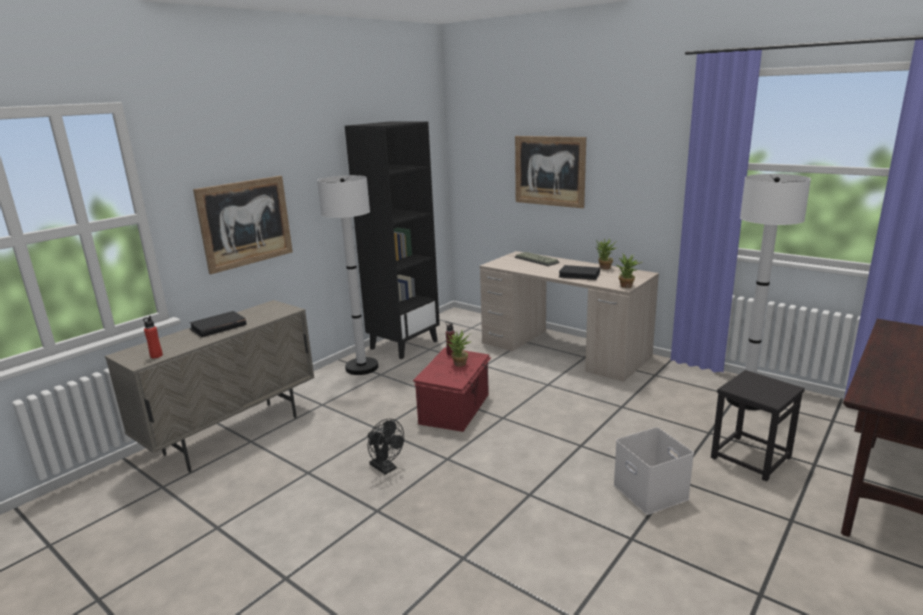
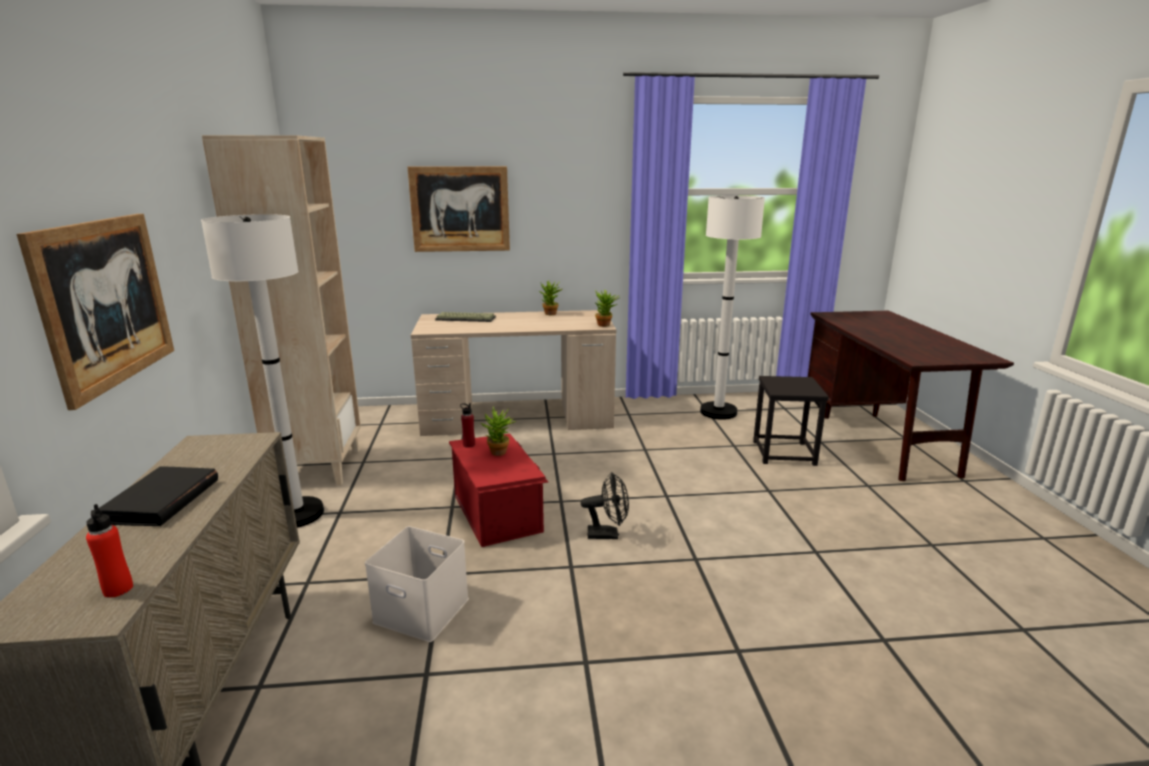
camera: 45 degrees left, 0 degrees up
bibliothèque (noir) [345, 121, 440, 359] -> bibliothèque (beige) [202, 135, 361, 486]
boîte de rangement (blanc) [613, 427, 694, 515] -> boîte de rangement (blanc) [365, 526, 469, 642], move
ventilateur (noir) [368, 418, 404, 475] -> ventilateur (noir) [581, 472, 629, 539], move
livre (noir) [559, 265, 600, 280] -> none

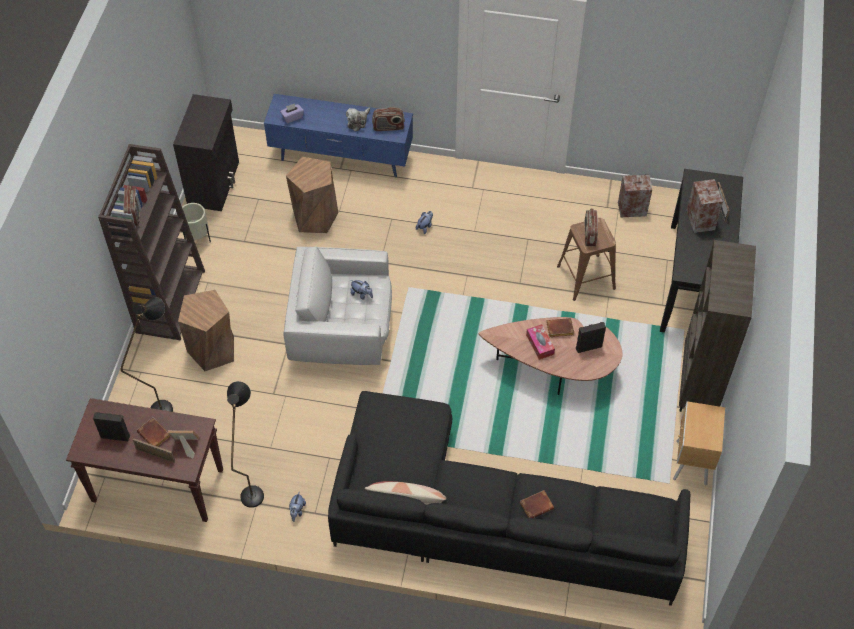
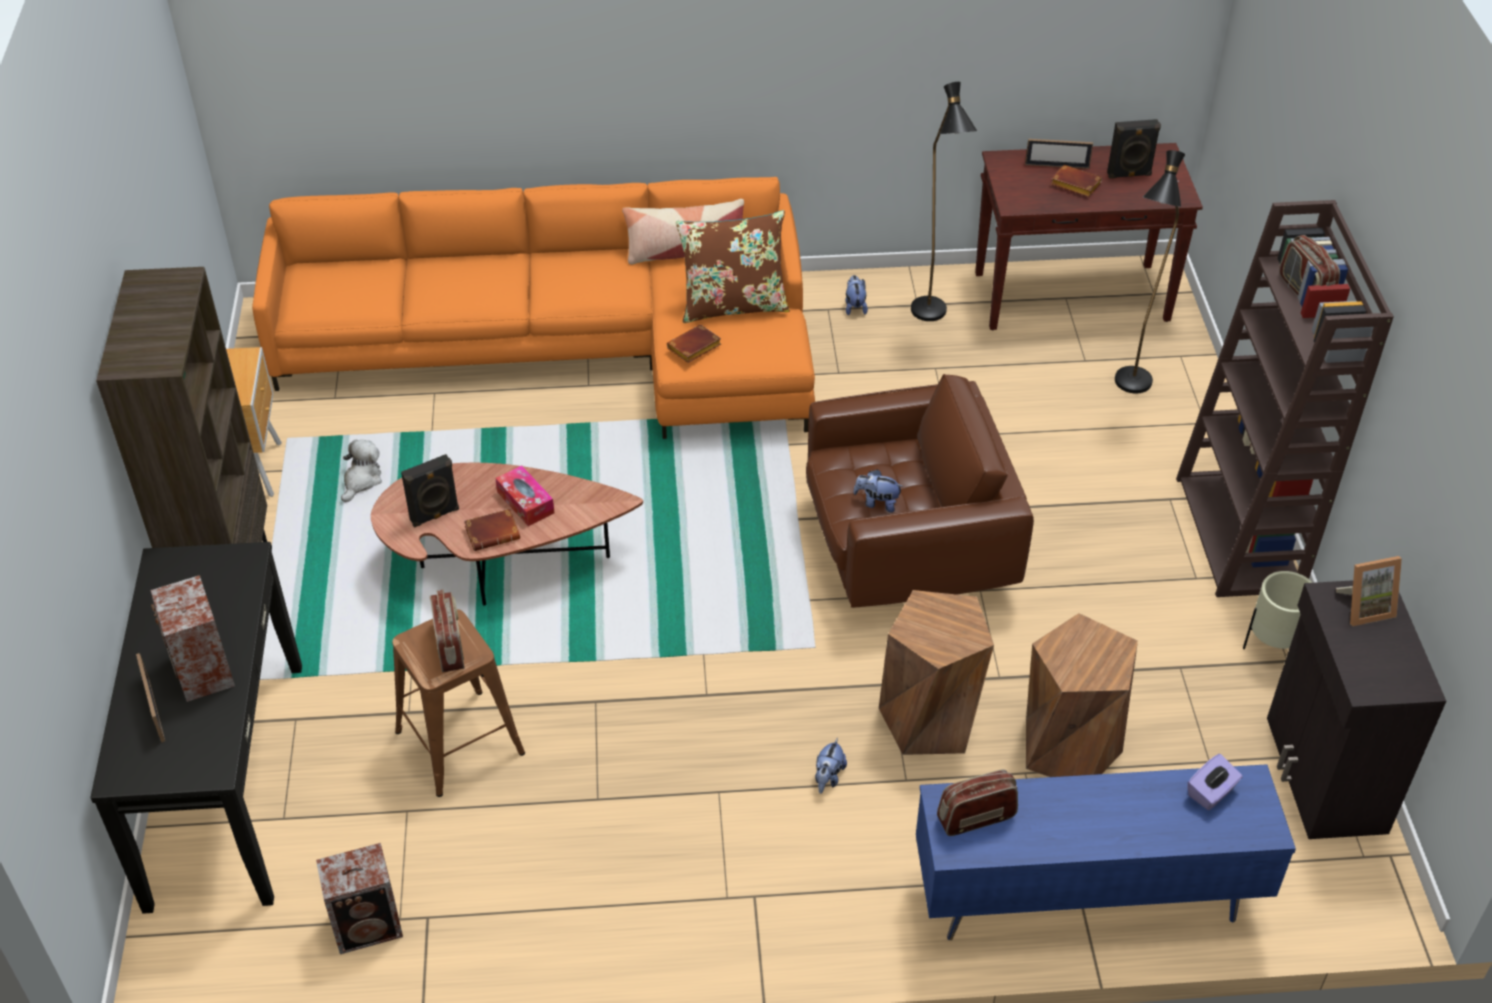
camera: 165 degrees right, 10 degrees down
canapé (noir) [328, 391, 690, 606] -> canapé (orange) [252, 177, 815, 439]
peluche [346, 108, 370, 131] -> peluche [341, 440, 382, 502], move
livre (marron) [520, 490, 554, 518] -> livre (marron) [667, 324, 721, 363], move
none -> coussin (marron) [676, 210, 790, 323]
fauteuil (blanc) [283, 247, 392, 365] -> fauteuil (marron) [806, 374, 1034, 608]
tabouret (marron) [178, 290, 234, 371] -> tabouret (marron) [879, 590, 994, 755], move
cadre photo [168, 430, 199, 459] -> cadre photo [1336, 556, 1402, 626], move

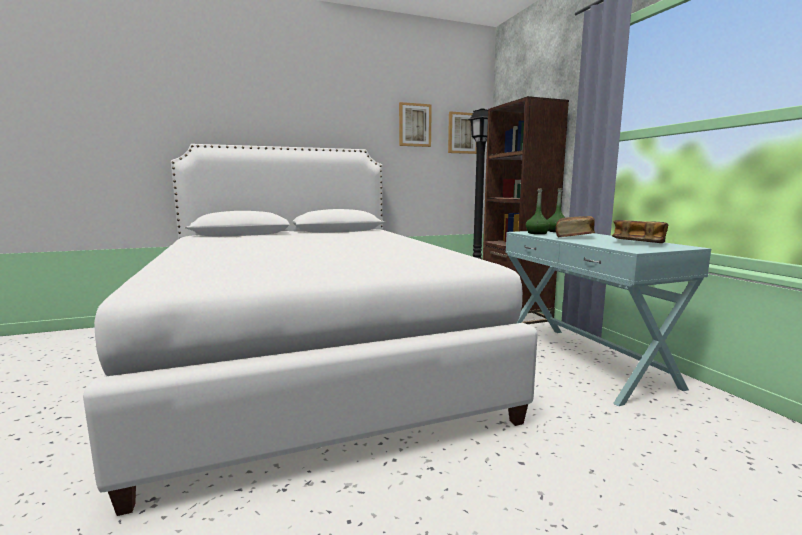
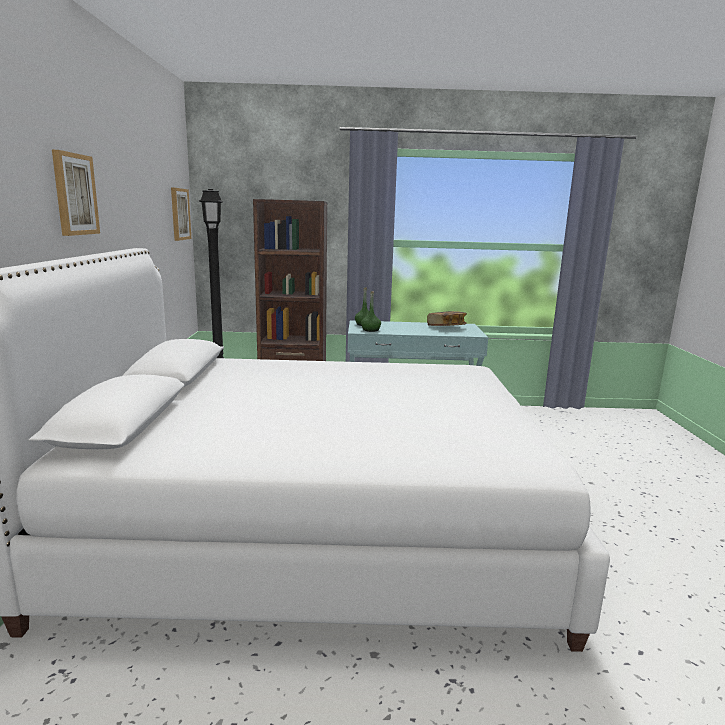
camera: 70 degrees left, 5 degrees up
tableau [399, 102, 432, 147] -> tableau [52, 150, 100, 236], move
livre [555, 216, 595, 237] -> none

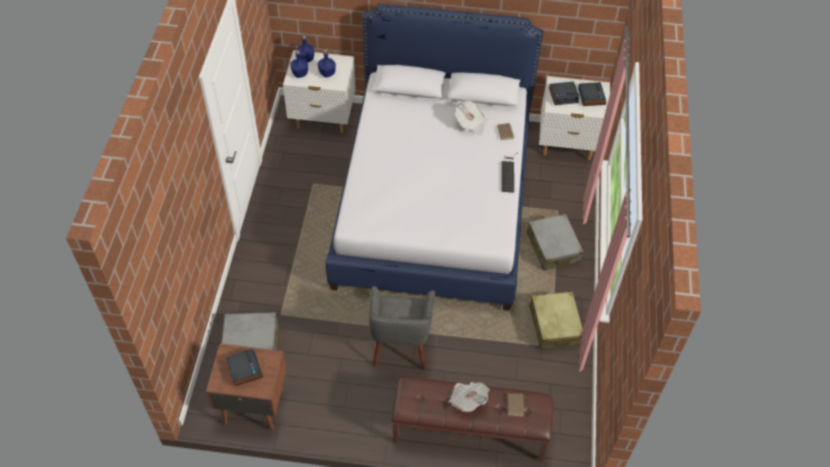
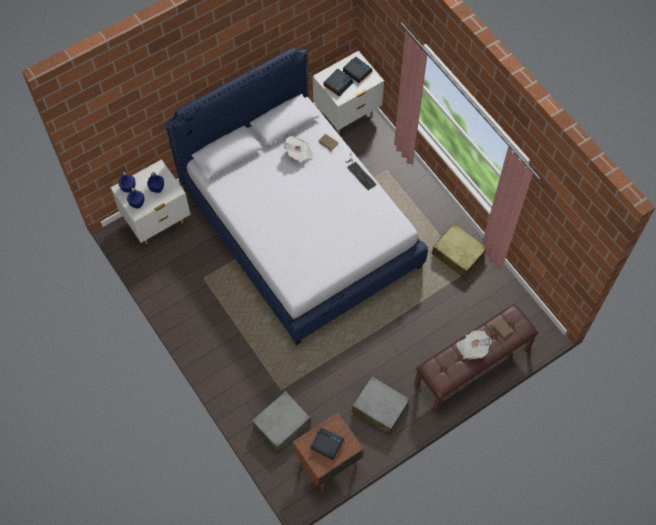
camera: 40 degrees left, 10 degrees up
valise (gris) [527, 214, 584, 271] -> valise (gris) [352, 376, 410, 435], move
fauteuil (gris) [369, 286, 435, 370] -> none

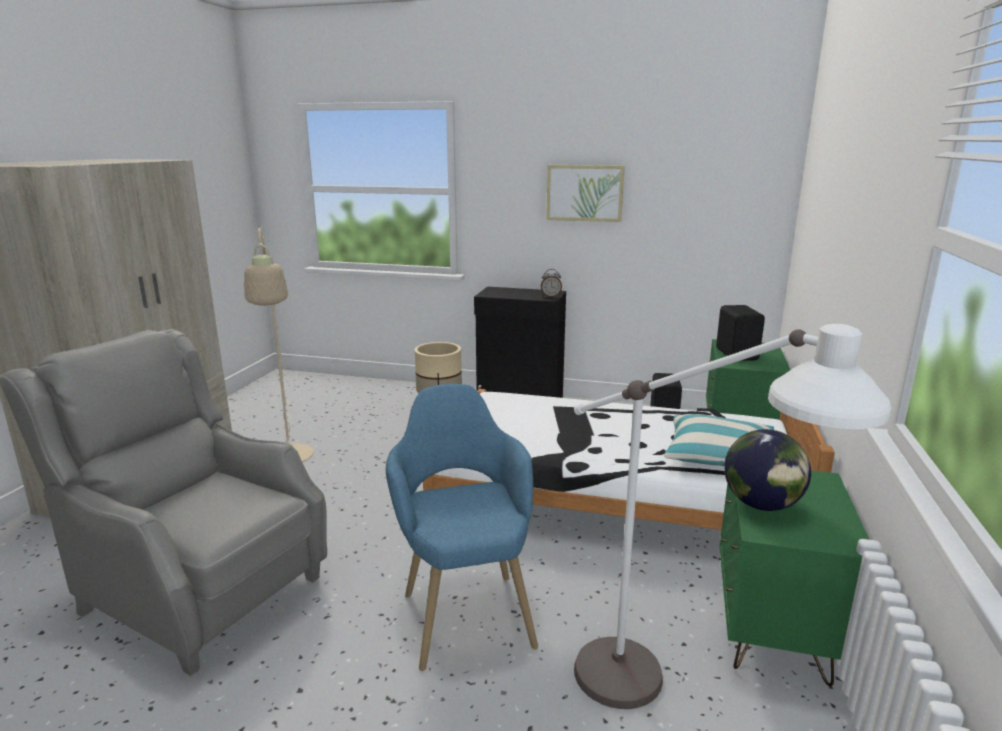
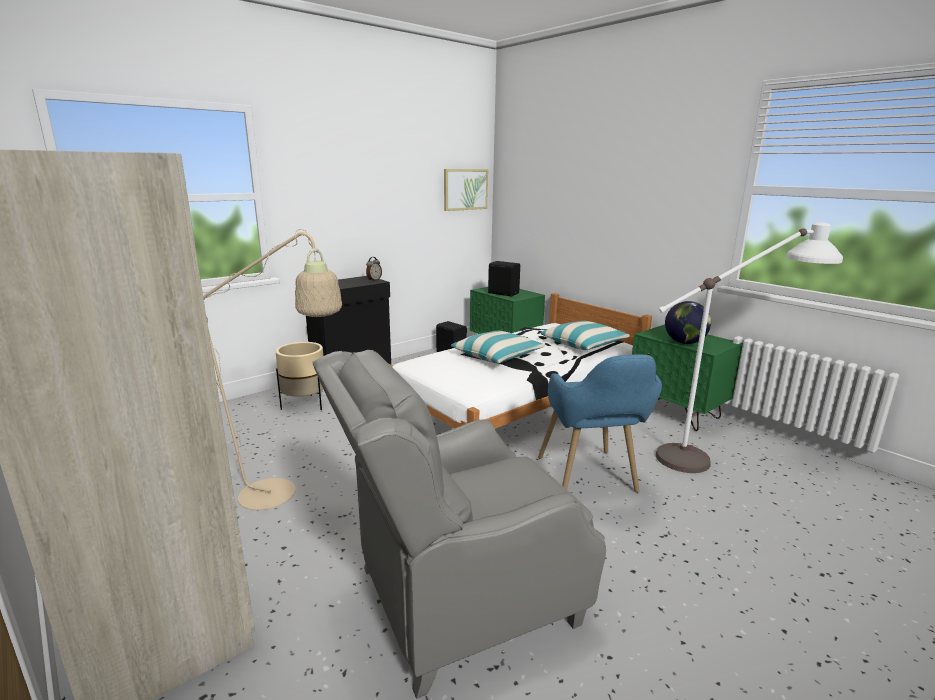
camera: 55 degrees left, 0 degrees up
tableau [546, 165, 624, 222] -> tableau [444, 169, 488, 211], move
none -> coussin [451, 331, 545, 363]
fauteuil (bleu) [386, 384, 538, 671] -> fauteuil (bleu) [538, 354, 662, 493], 120 degrees counterclockwise

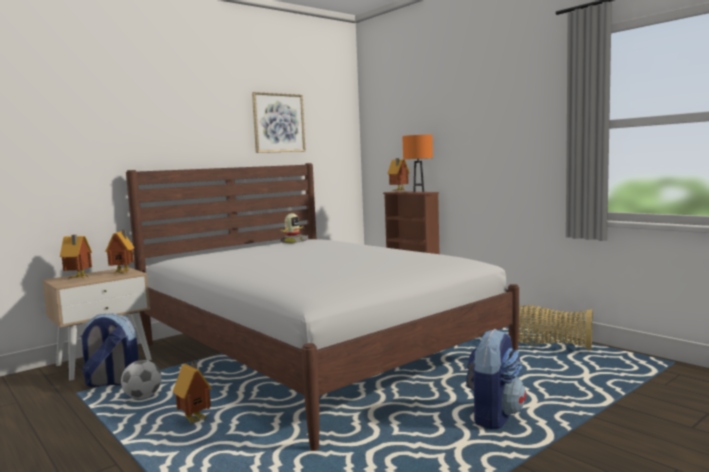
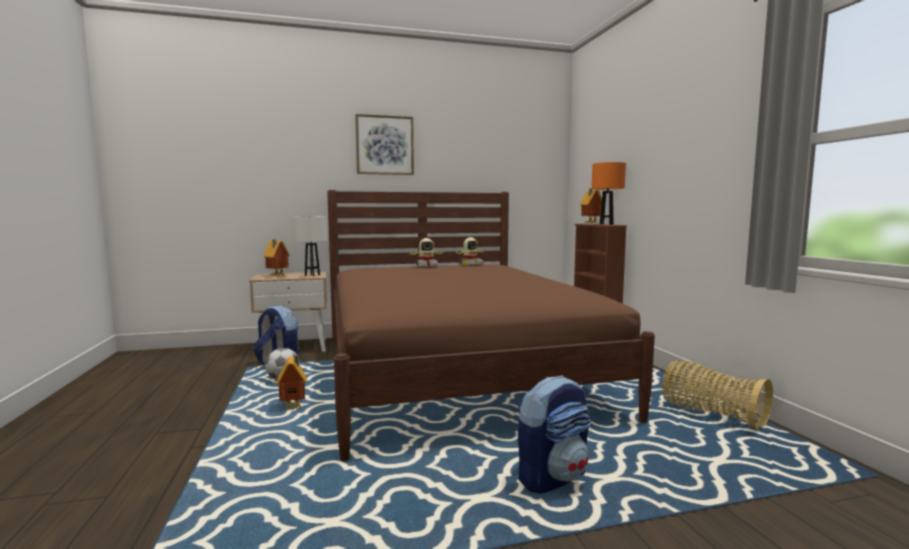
camera: 25 degrees right, 0 degrees up
maison miniature [105, 230, 134, 273] -> lampe de table (blanc) [294, 216, 327, 276]
lit (blanc) [126, 163, 519, 451] -> lit (marron) [327, 190, 655, 462]
tableau [252, 92, 306, 153] -> tableau [355, 114, 414, 175], move
none -> robot jouet [409, 238, 445, 267]

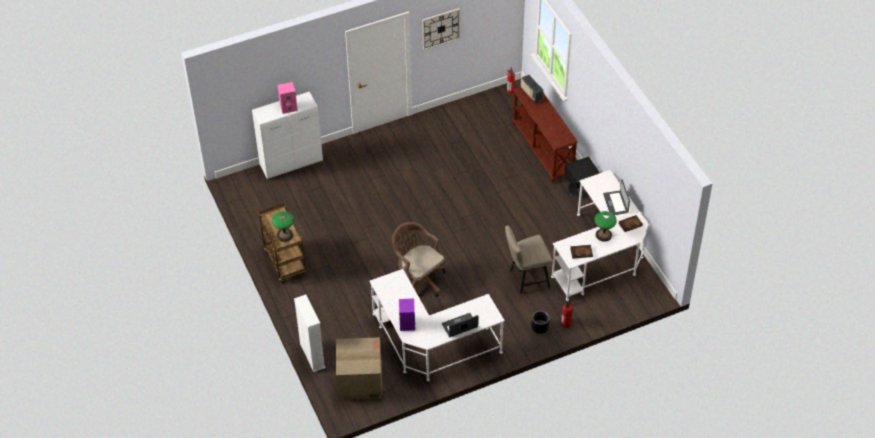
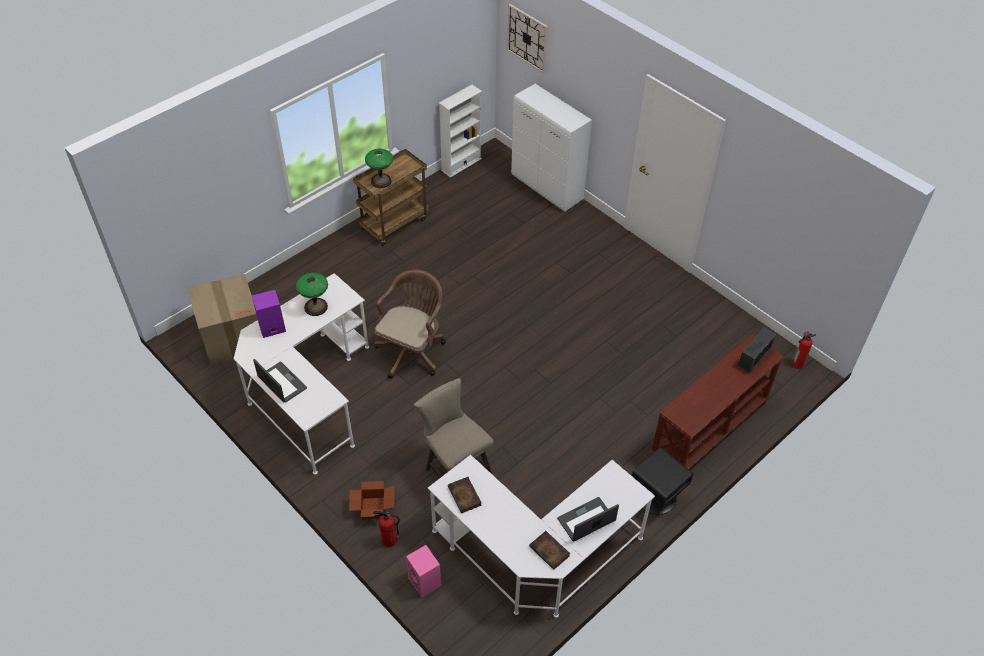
camera: 70 degrees right, 0 degrees up
lampe de table [594, 211, 617, 242] -> lampe de table [296, 273, 328, 316], move
cache-pot (noir) [531, 310, 549, 334] -> carton [349, 481, 394, 519]
enceinte (rose) [277, 82, 298, 114] -> enceinte (rose) [406, 545, 441, 597], move
bibliothèque (blanc) [294, 294, 326, 372] -> bibliothèque (blanc) [439, 85, 482, 178], move
horloge murale [422, 8, 460, 50] -> horloge murale [507, 4, 548, 74], move

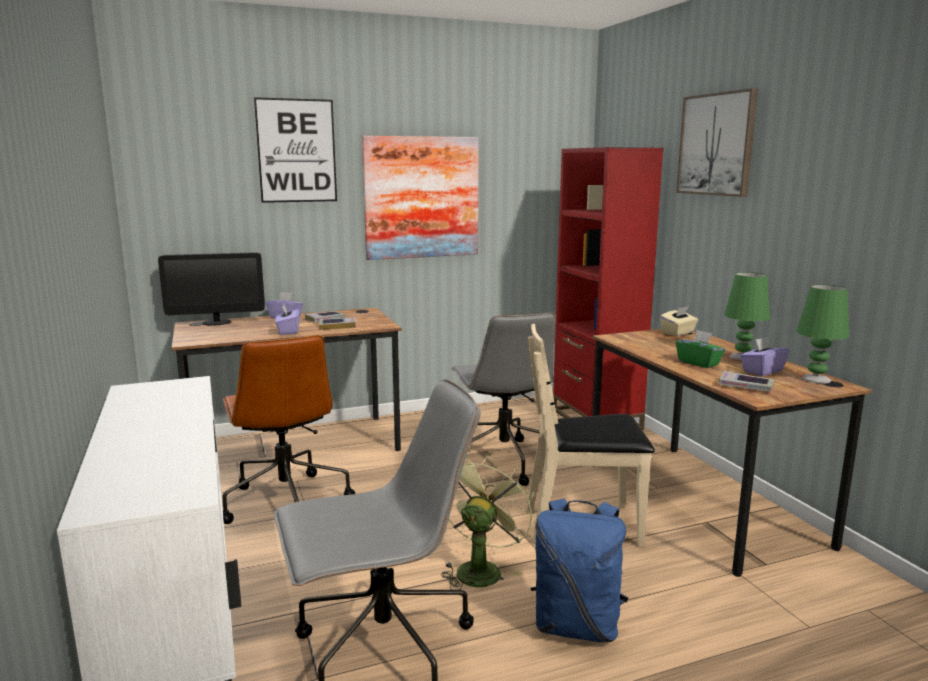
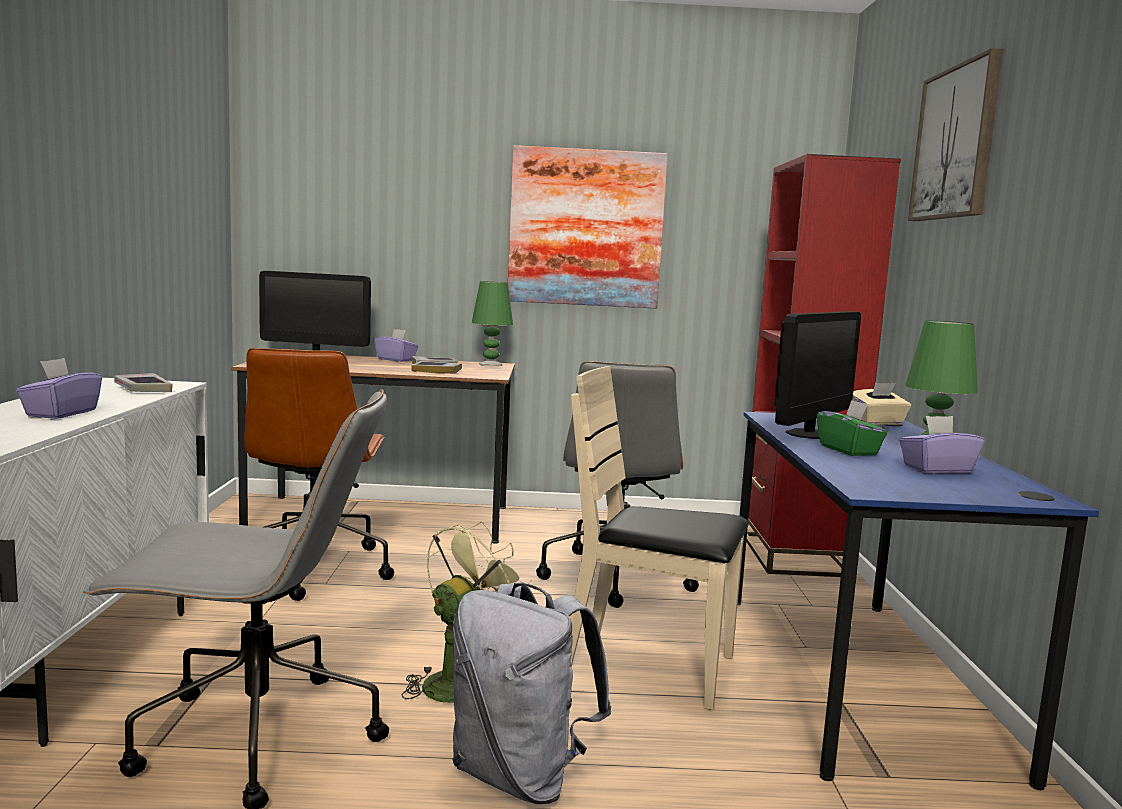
camera: 20 degrees right, 5 degrees down
boîte à mouchoirs (violet) [275, 304, 300, 335] -> boîte à mouchoirs (violet) [16, 358, 102, 419], move
livre [719, 371, 774, 392] -> livre [114, 373, 172, 392], move
sac à dos (bleu) [531, 499, 629, 642] -> sac à dos (gris) [453, 582, 611, 804]
lampe de table (vert) [796, 284, 849, 384] -> lampe de table (vert) [472, 281, 513, 366], move
bureau (marron) [592, 329, 872, 577] -> bureau (bleu) [737, 412, 1099, 790]
none -> écran d'ordinateur [774, 311, 861, 439]
tableau [254, 97, 337, 203] -> none

